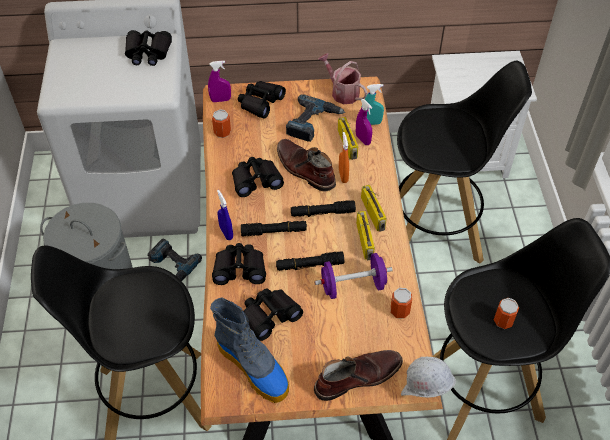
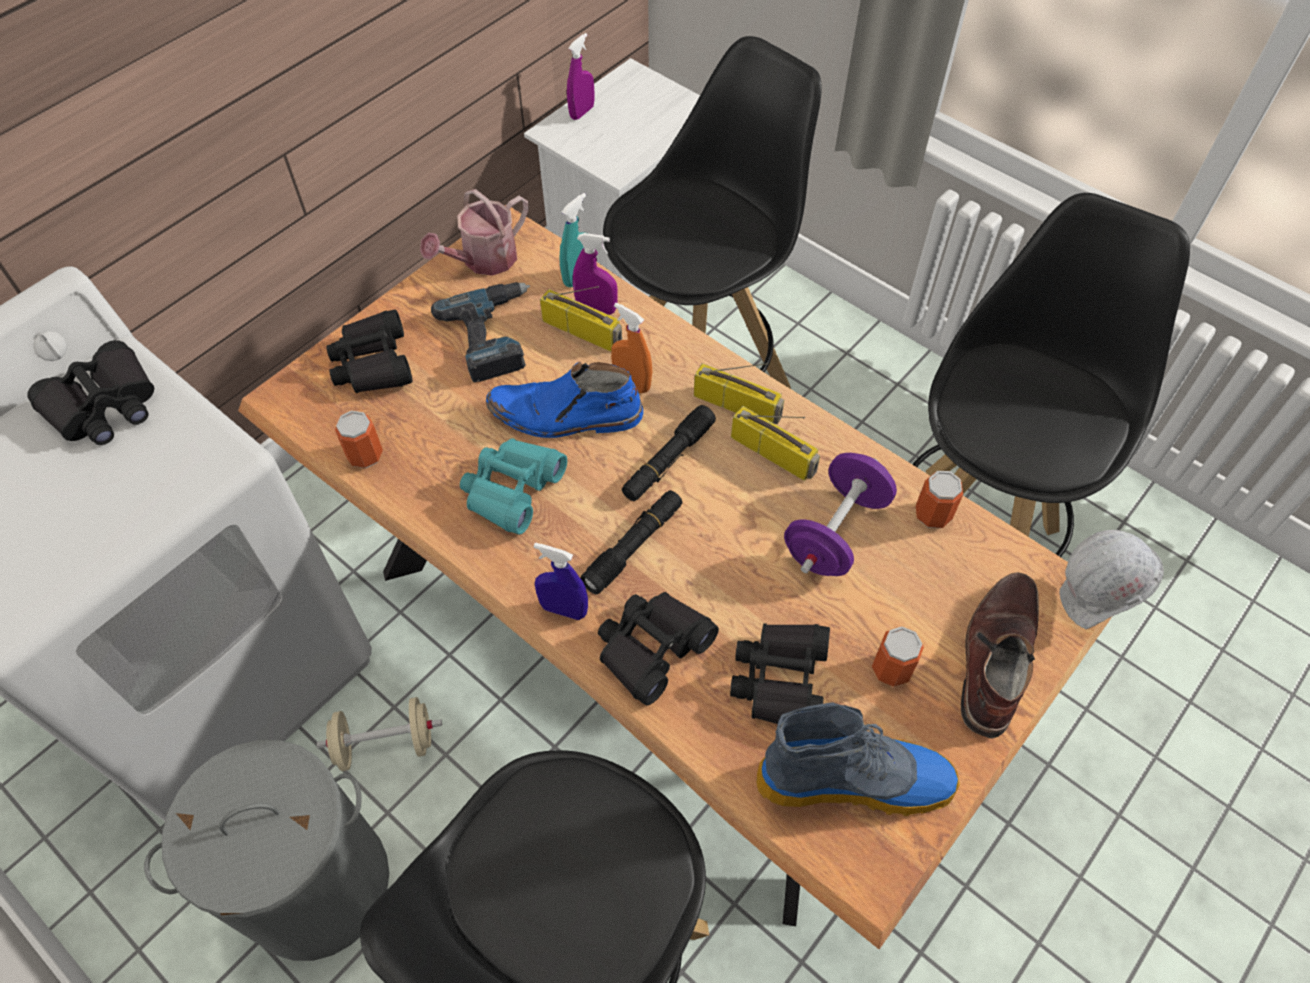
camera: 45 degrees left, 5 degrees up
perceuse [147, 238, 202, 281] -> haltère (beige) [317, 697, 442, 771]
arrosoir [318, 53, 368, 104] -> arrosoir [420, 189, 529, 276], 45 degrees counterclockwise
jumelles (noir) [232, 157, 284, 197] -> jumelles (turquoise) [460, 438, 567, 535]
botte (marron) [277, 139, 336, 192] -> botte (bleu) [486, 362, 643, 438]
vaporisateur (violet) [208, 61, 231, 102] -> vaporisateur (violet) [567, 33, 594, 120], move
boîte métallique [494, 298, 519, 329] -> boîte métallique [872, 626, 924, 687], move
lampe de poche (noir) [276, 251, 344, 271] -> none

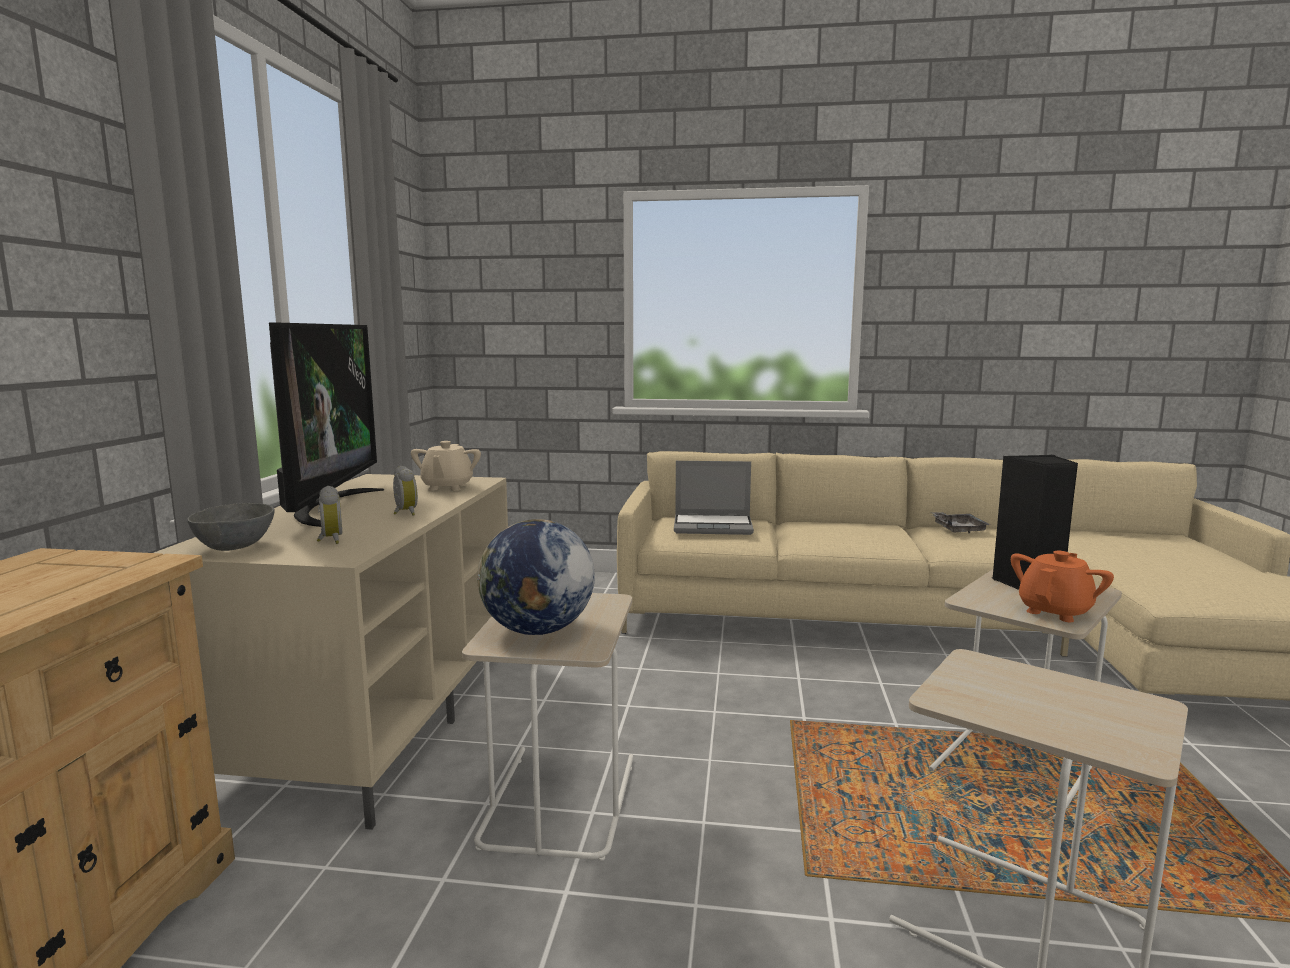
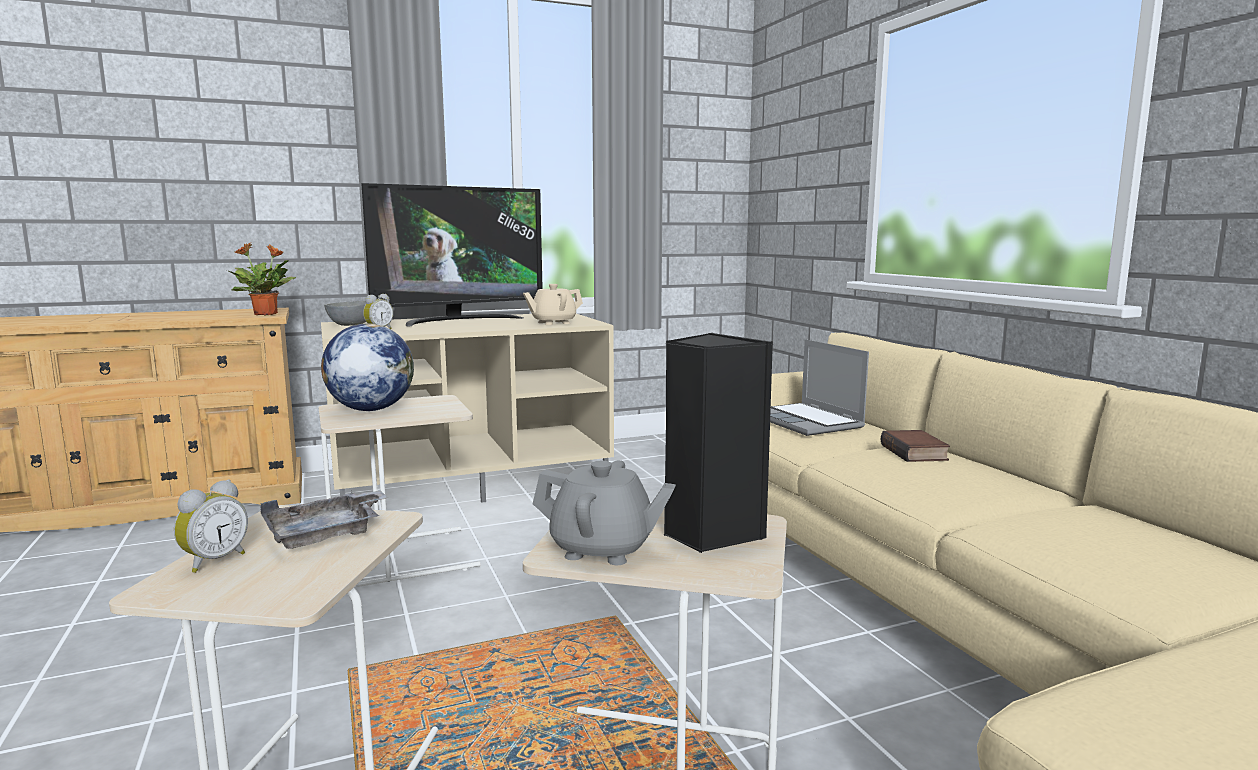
camera: 60 degrees right, 0 degrees up
réveil [393, 466, 418, 516] -> réveil [174, 480, 248, 573], move
none -> plante en pot [227, 243, 296, 315]
plateau (gris) [931, 512, 990, 533] -> plateau (gris) [260, 490, 388, 549], move
théière (orange) [1011, 551, 1114, 622] -> théière (gris) [533, 460, 676, 565]
none -> livre [881, 430, 950, 462]

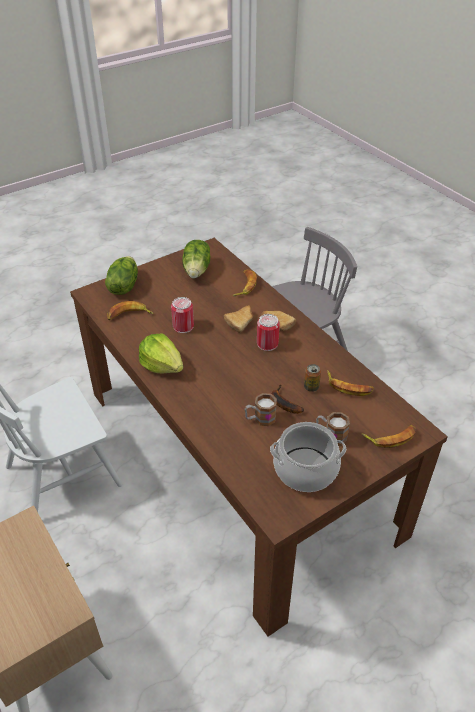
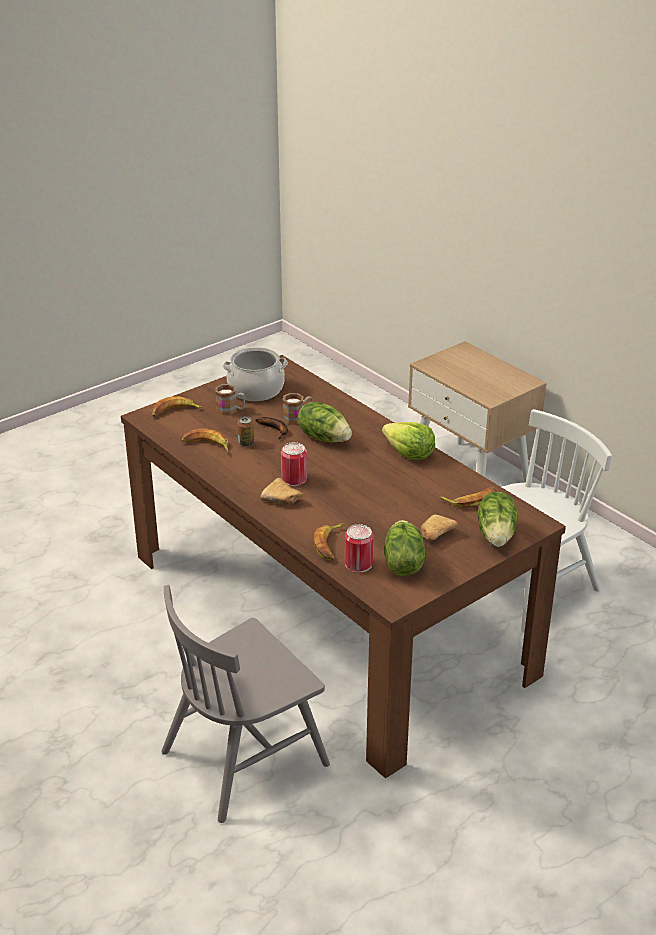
camera: 175 degrees right, 10 degrees down
none -> laitue [298, 402, 352, 442]
boîte métallique [171, 297, 194, 333] -> boîte métallique [345, 524, 374, 573], move
pain [224, 305, 253, 333] -> pain [421, 515, 458, 541], move

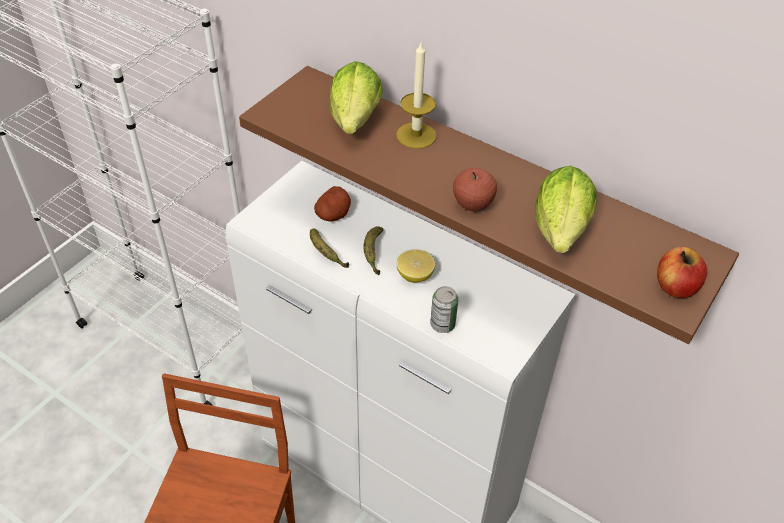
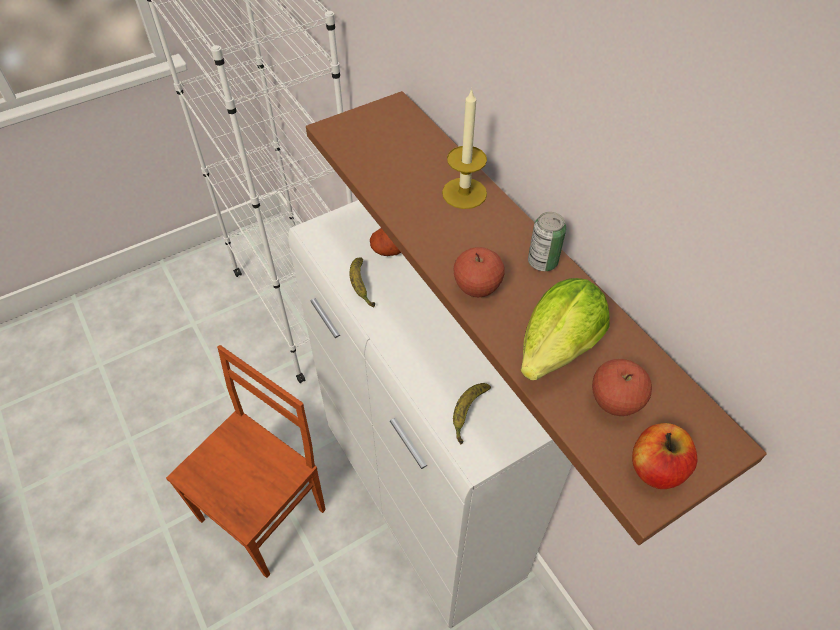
camera: 25 degrees right, 5 degrees up
banane [364, 226, 384, 275] -> banane [453, 383, 491, 445], move
boîte métallique [430, 286, 458, 333] -> boîte métallique [528, 212, 566, 271], move
none -> pomme [592, 359, 652, 416]
laitue [330, 61, 383, 134] -> none
citron [396, 249, 435, 283] -> none

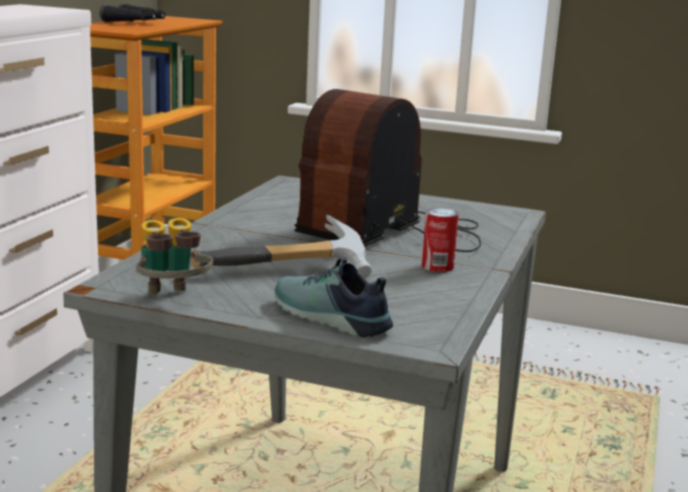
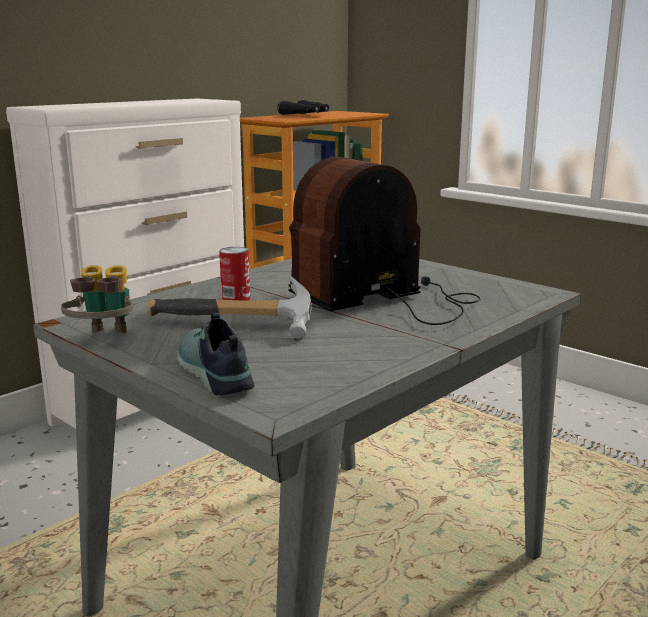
camera: 25 degrees right, 0 degrees up
boîte métallique [422, 208, 459, 272] -> boîte métallique [219, 247, 250, 301], move

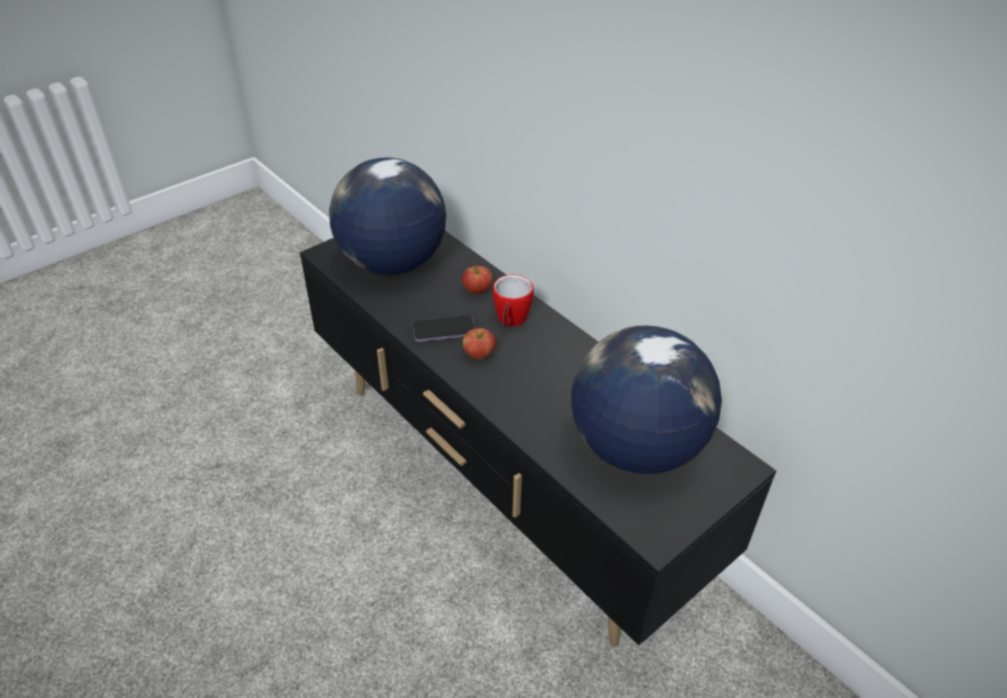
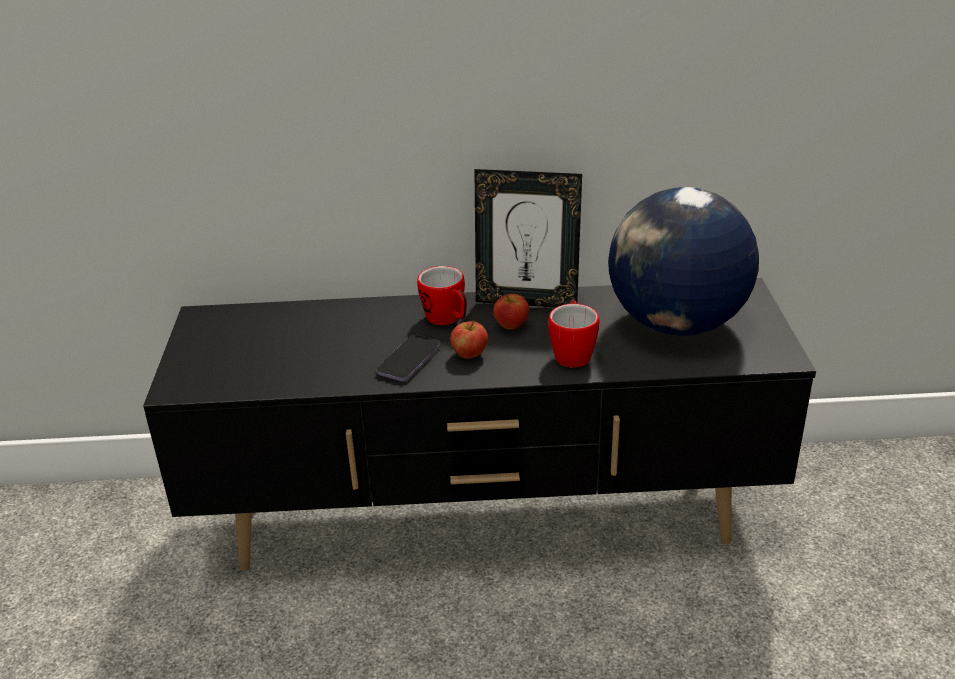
camera: 50 degrees left, 10 degrees down
none -> cadre photo [474, 169, 582, 308]
pomme [462, 265, 493, 294] -> pomme [493, 294, 529, 330], move
none -> mug [548, 300, 599, 368]
globe [329, 158, 446, 275] -> none

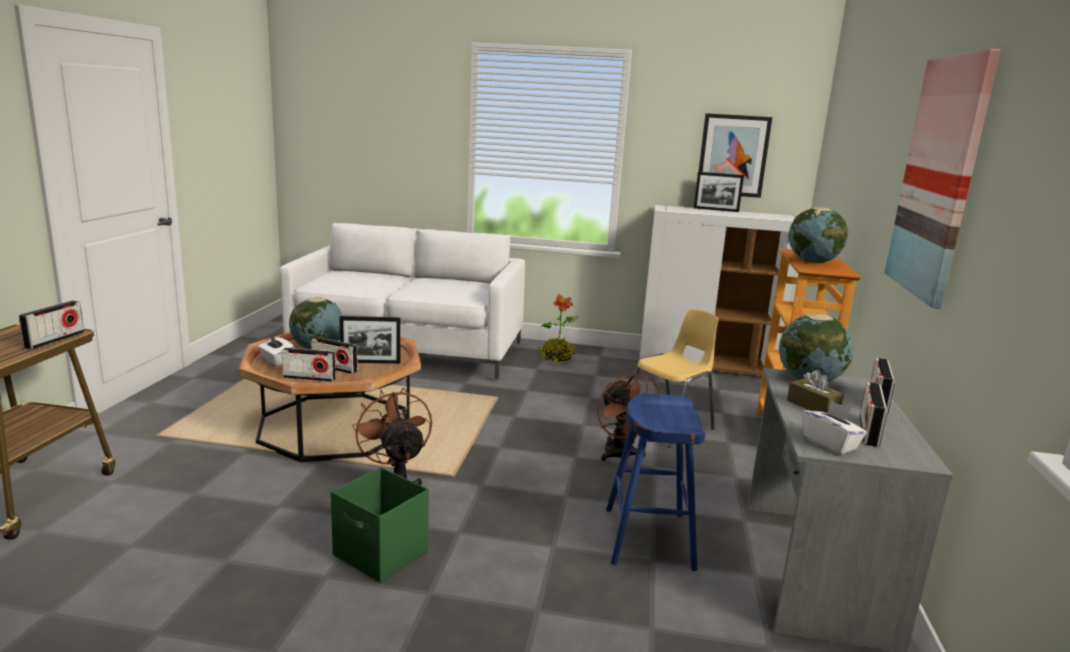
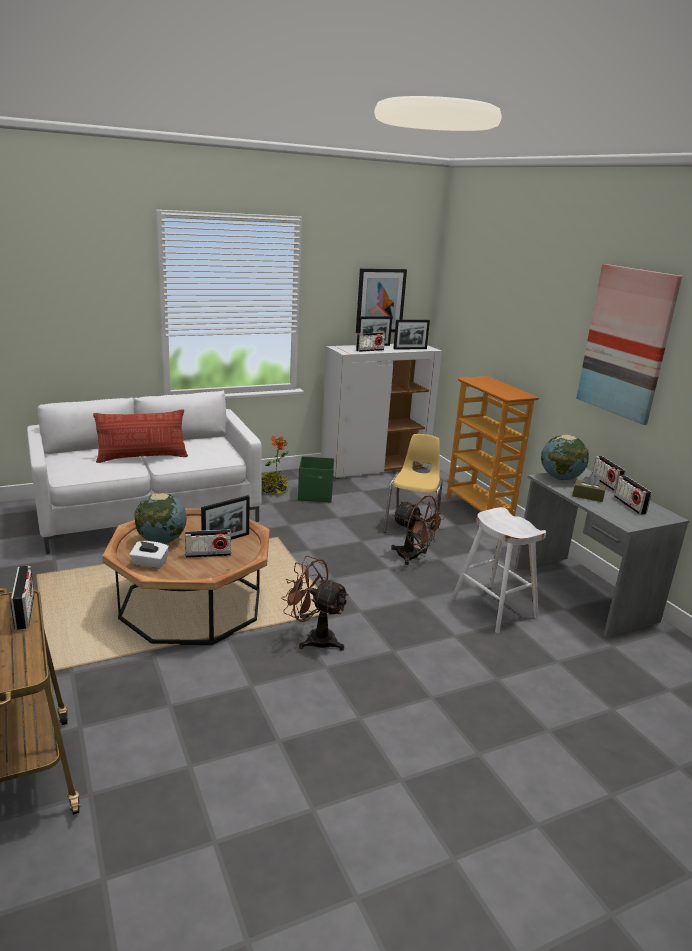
camera: 35 degrees left, 5 degrees up
none -> coussin [93, 409, 188, 463]
boîte de rangement (vert) [331, 467, 429, 582] -> boîte de rangement (vert) [298, 456, 334, 503], move
radio [282, 348, 336, 382] -> radio [356, 332, 385, 352], move
none -> cadre photo [393, 320, 430, 350]
tabouret (bleu) [606, 394, 705, 571] -> tabouret (blanc) [451, 507, 546, 633]
globe [789, 207, 848, 263] -> none
boîte à mouchoirs (blanc) [802, 401, 867, 455] -> none

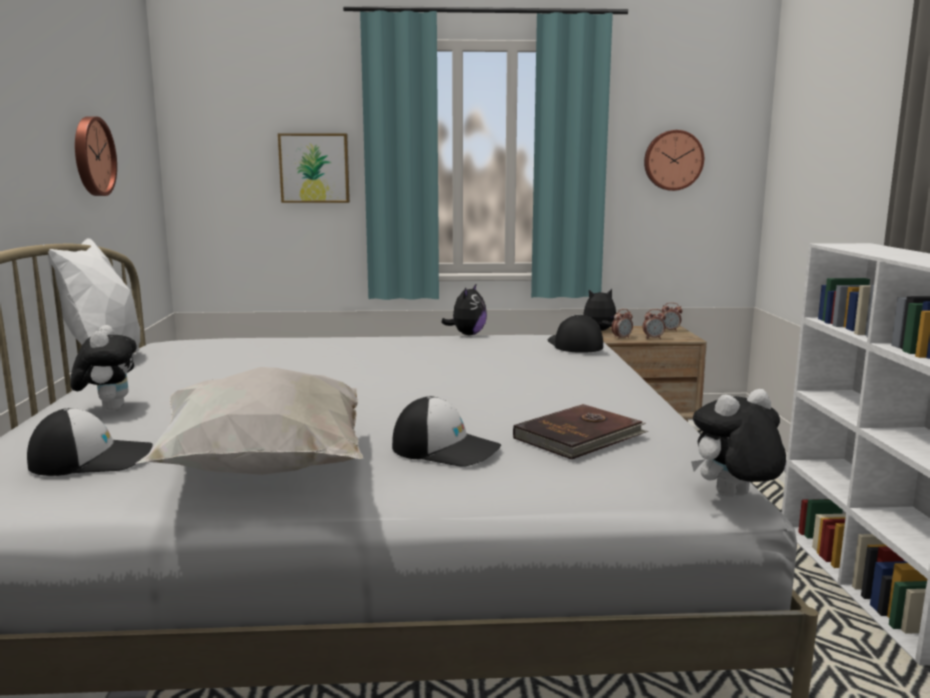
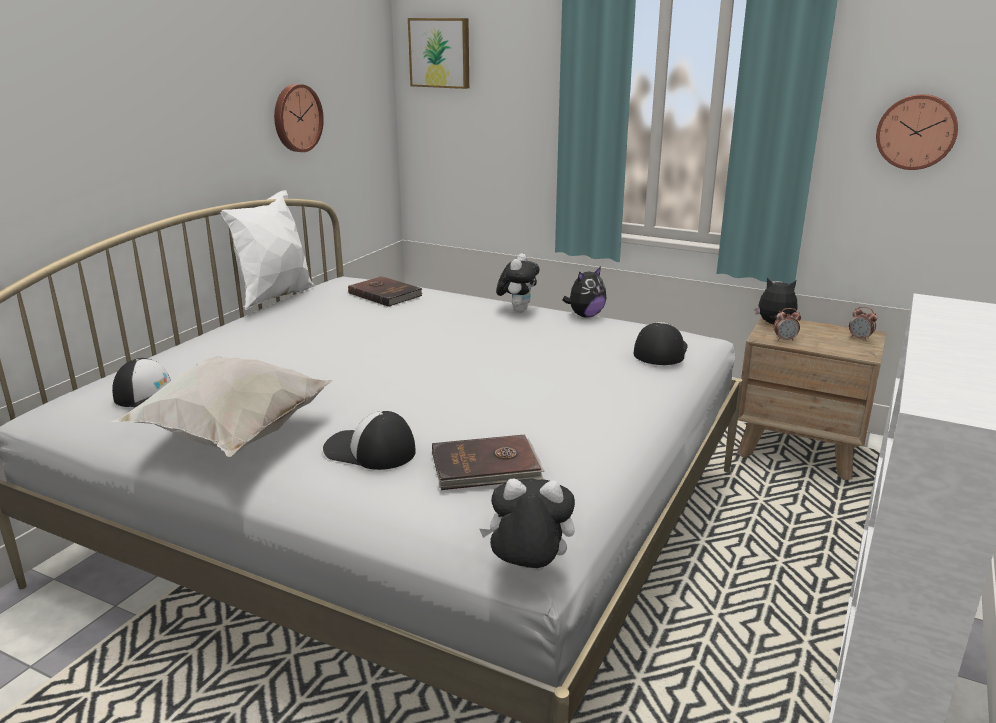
camera: 30 degrees right, 10 degrees up
casquette [392, 396, 501, 467] -> casquette [323, 411, 416, 470], 150 degrees clockwise
none -> livre (marron) [348, 276, 423, 307]
tableau [278, 133, 350, 203] -> tableau [408, 18, 469, 89], move
peluche [70, 325, 137, 412] -> peluche [496, 253, 540, 312], move
réveil [642, 309, 666, 339] -> none

